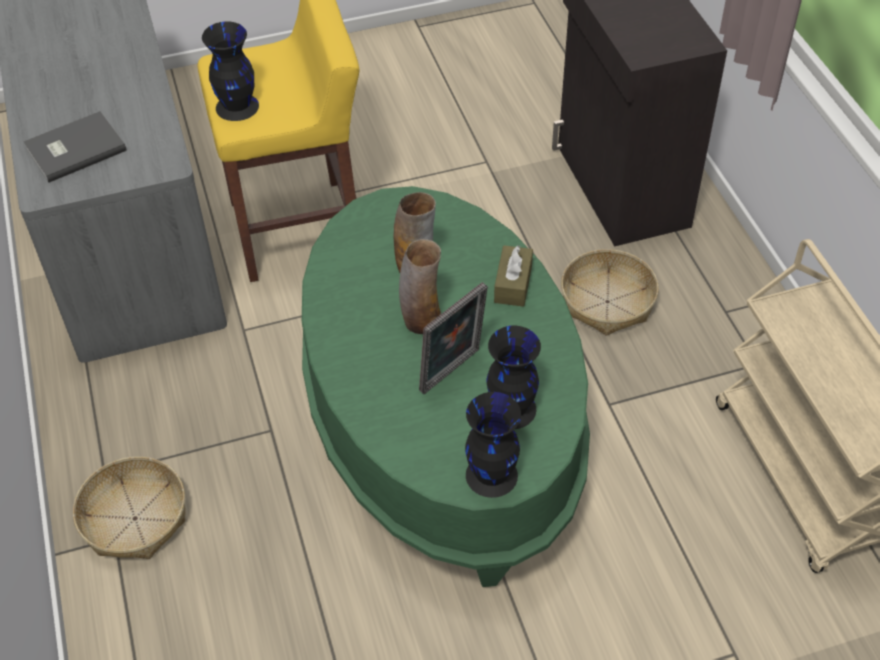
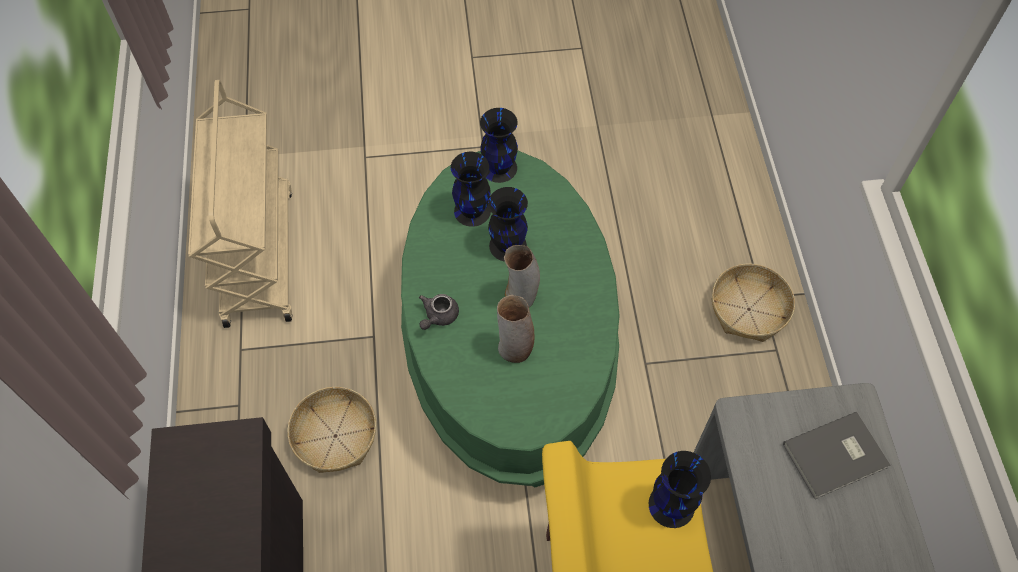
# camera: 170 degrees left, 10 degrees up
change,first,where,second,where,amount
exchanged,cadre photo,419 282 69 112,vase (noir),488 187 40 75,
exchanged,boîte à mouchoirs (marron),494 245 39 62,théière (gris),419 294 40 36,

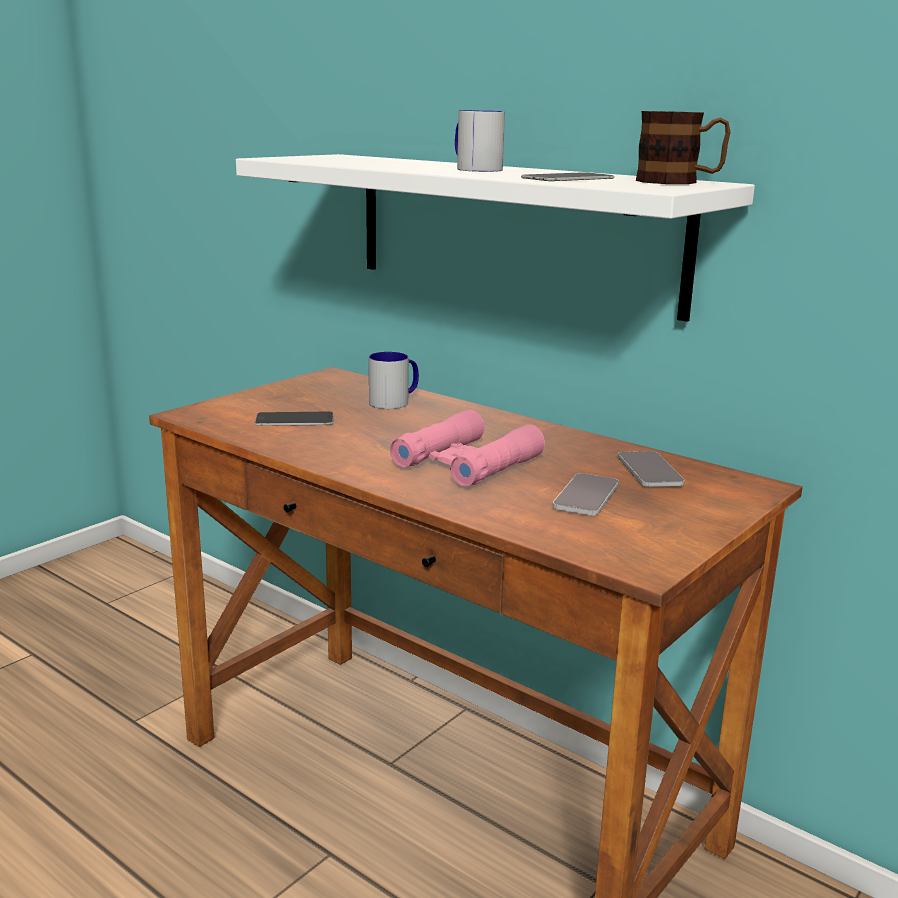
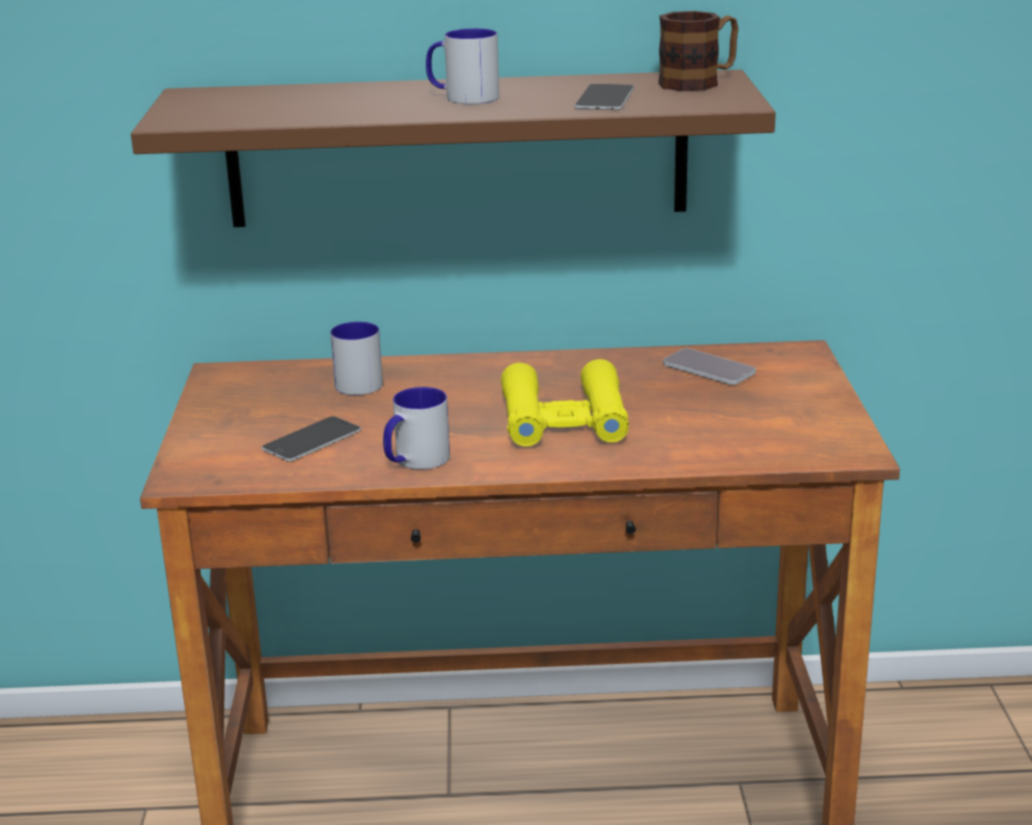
# camera: 40 degrees left, 5 degrees up
change,first,where,second,where,amount
missing,téléphone,553 473 66 42,,,
appeared,,,mug,383 387 67 82,
colour,étagère (blanc),236 154 519 168,étagère (marron),131 70 645 157,
colour,jumelles (rose),390 409 155 77,jumelles (jaune),501 359 128 88,

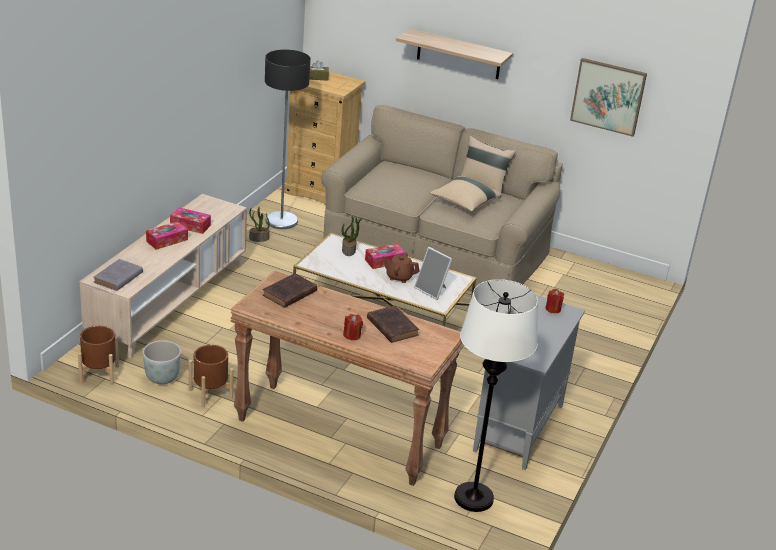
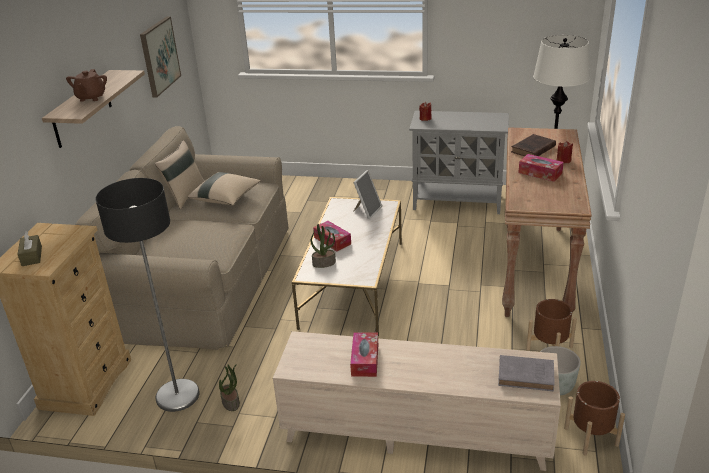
# camera: 100 degrees left, 0 degrees up
change,first,where,second,where,amount
missing,livre (marron),263 273 54 35,,,
relocated,boîte à mouchoirs,146 221 42 29,,518 154 46 28,
relocated,théière (marron),382 252 38 31,,66 69 41 33,

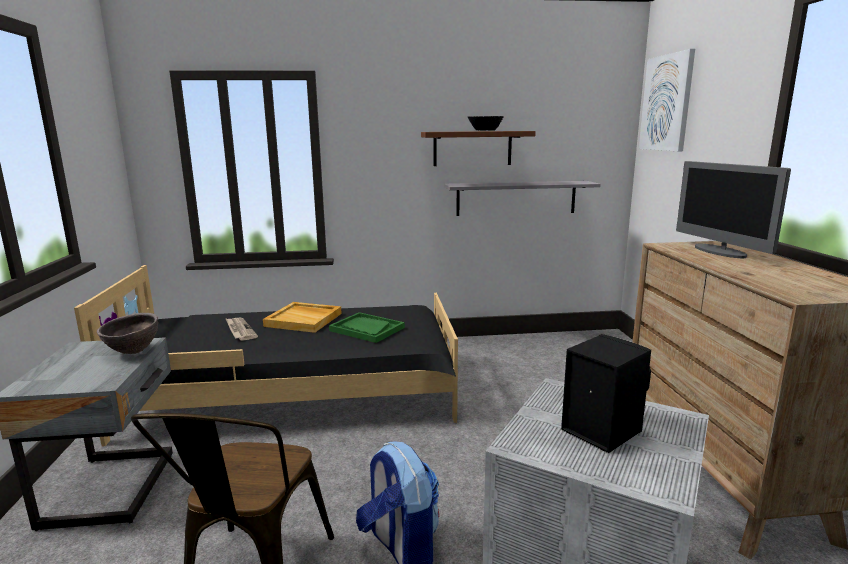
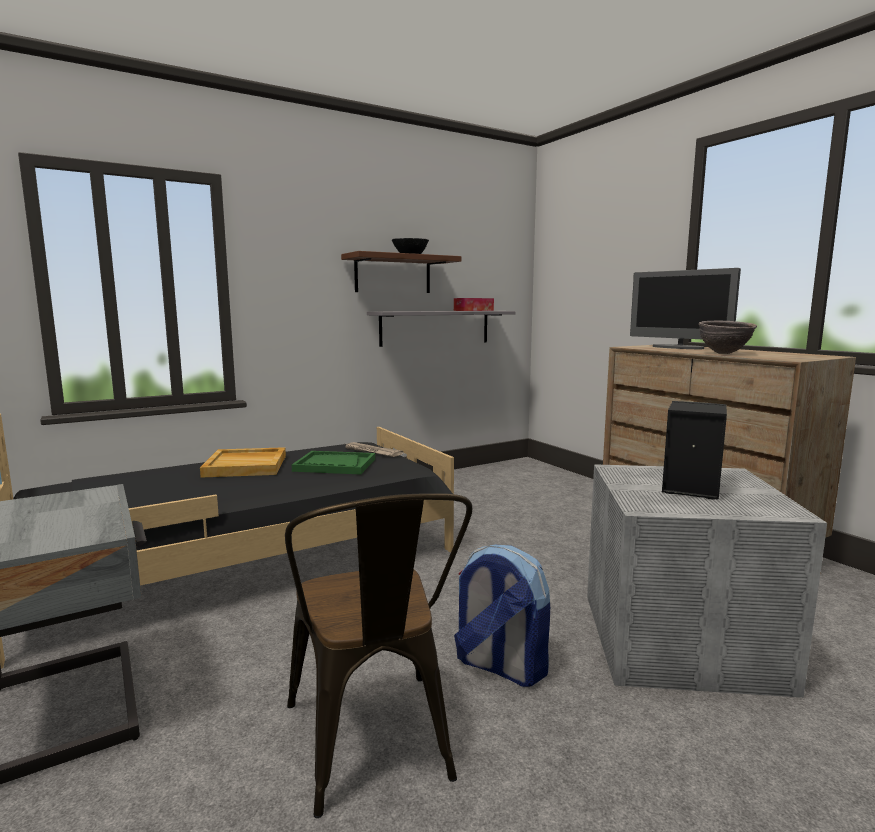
# camera: 25 degrees left, 5 degrees down
change,first,where,second,where,amount
missing,tableau,639 49 56 102,,,
appeared,,,boîte à mouchoirs,454 298 40 13,
relocated,bol (marron),97 313 61 41,,699 321 58 33,
relocated,journal,225 318 33 23,,343 442 61 15,

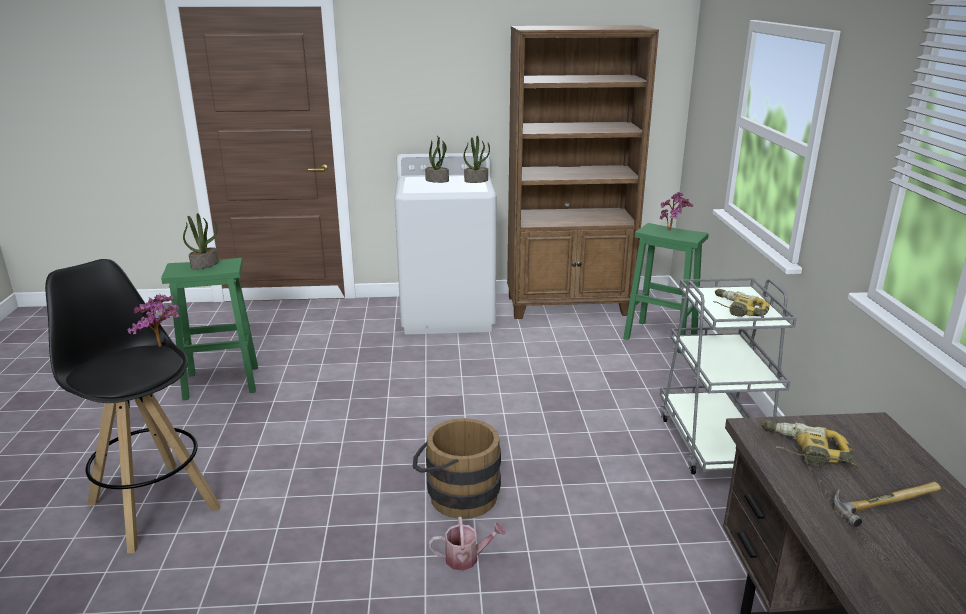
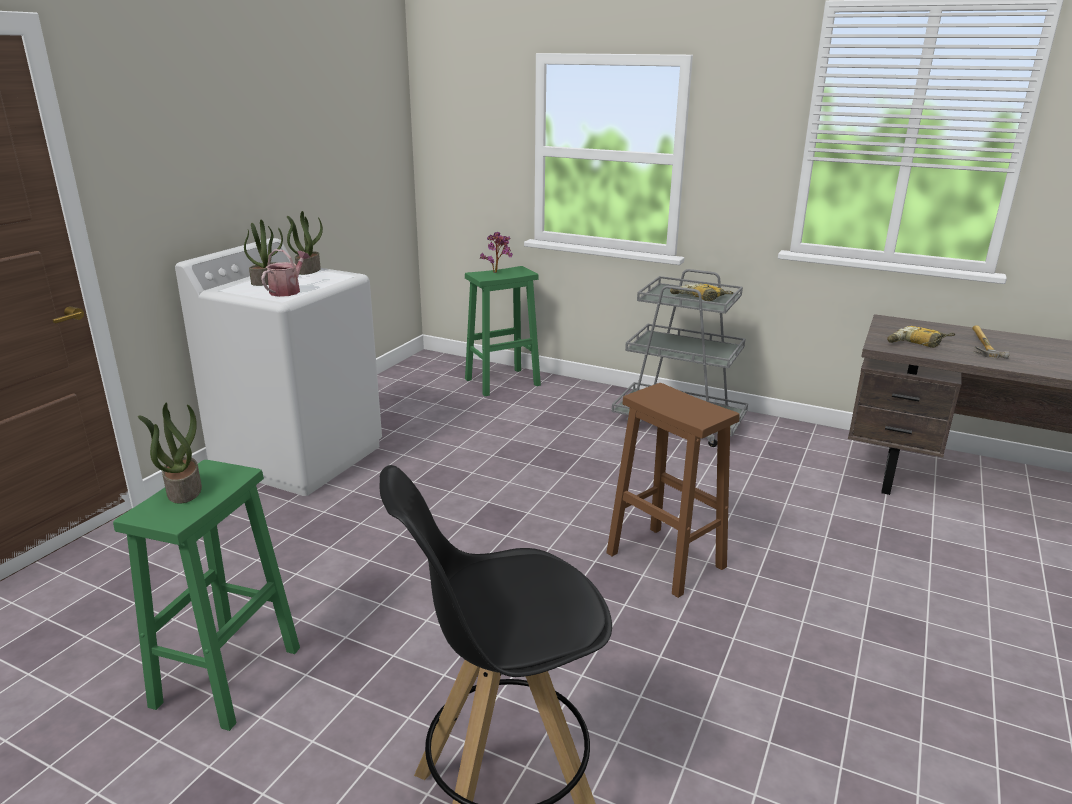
# camera: 60 degrees left, 0 degrees up
change,first,where,second,where,amount
missing,plante en pot,127 294 53 53,,,
missing,bibliothèque (marron),507 25 152 294,,,
relocated,arrosoir,429 517 77 54,,261 249 49 48,
exchanged,seau (marron),413 418 88 101,tabouret (marron),606 383 134 215,

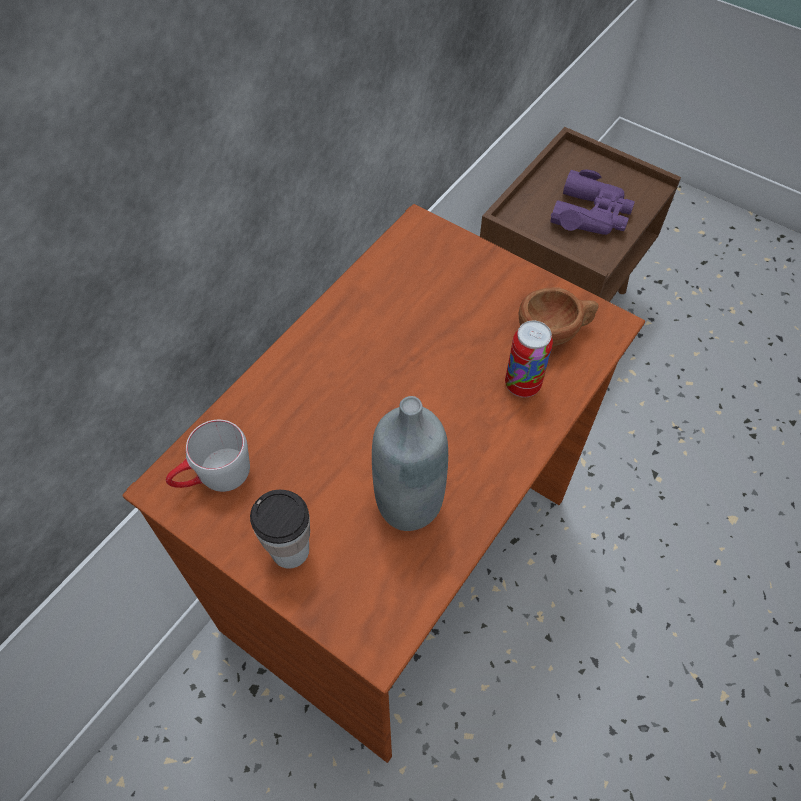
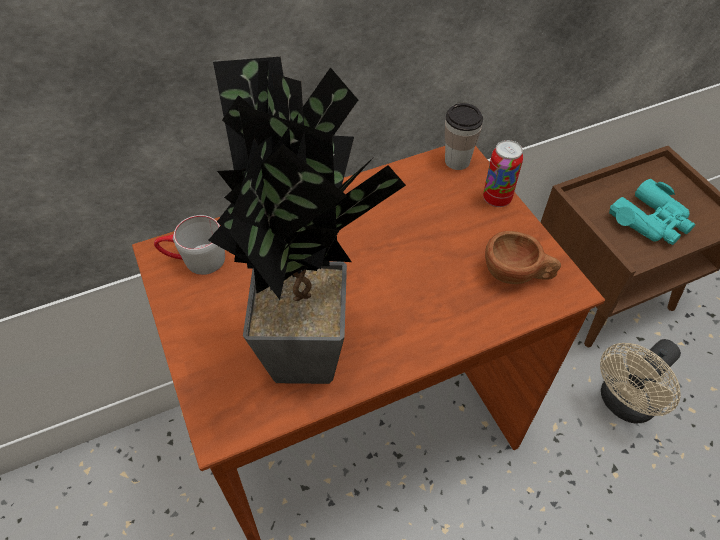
# camera: 30 degrees right, 5 degrees down
change,first,where,second,where,amount
appeared,,,ventilateur (beige),600 339 81 85,
relocated,tasse,250 490 60 79,,445 103 38 67,
relocated,boîte métallique,505 321 48 76,,483 140 40 67,
exchanged,bouteille (gris),372 396 76 135,plante en pot,208 57 198 327,
colour,jumelles (violet),550 170 85 65,jumelles (turquoise),609 178 86 67,

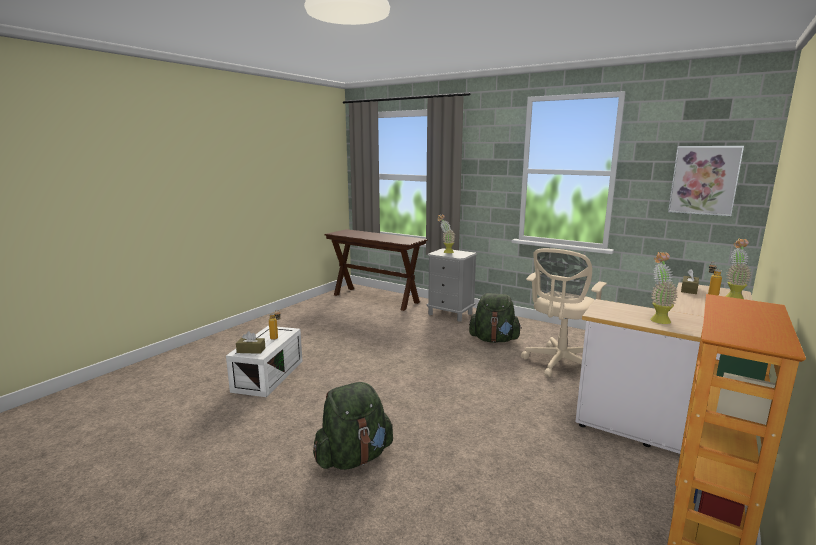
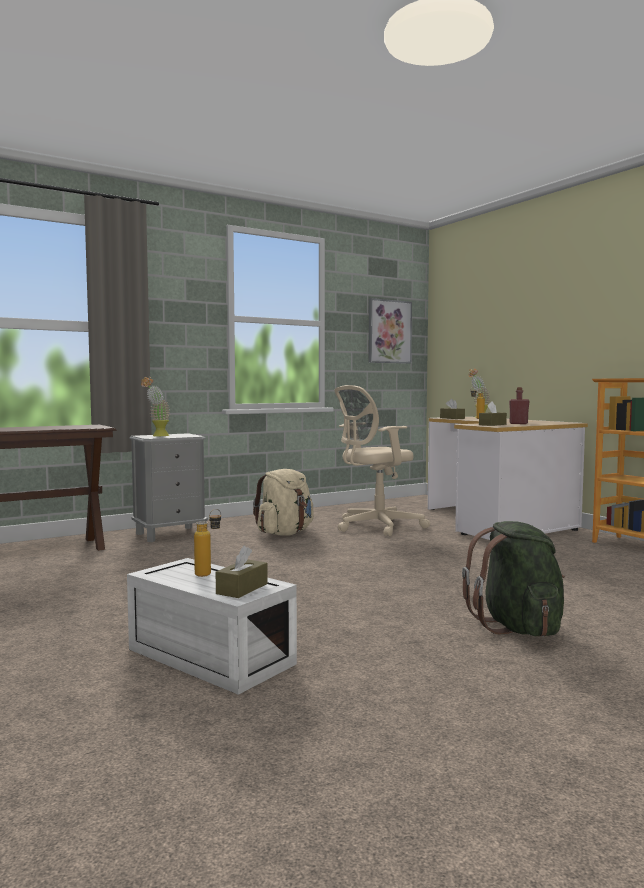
# camera: 65 degrees left, 10 degrees down
change,first,where,second,where,amount
appeared,,,boîte à mouchoirs (marron),479 401 28 25,
exchanged,plante en pot,650 252 27 72,bouteille (rouge),509 387 21 37,
colour,sac à dos (vert),469 293 53 50,sac à dos (beige),253 469 61 67,
spun,chaise de bureau (beige),521 248 86 129,,334 385 96 151,90 degrees clockwise

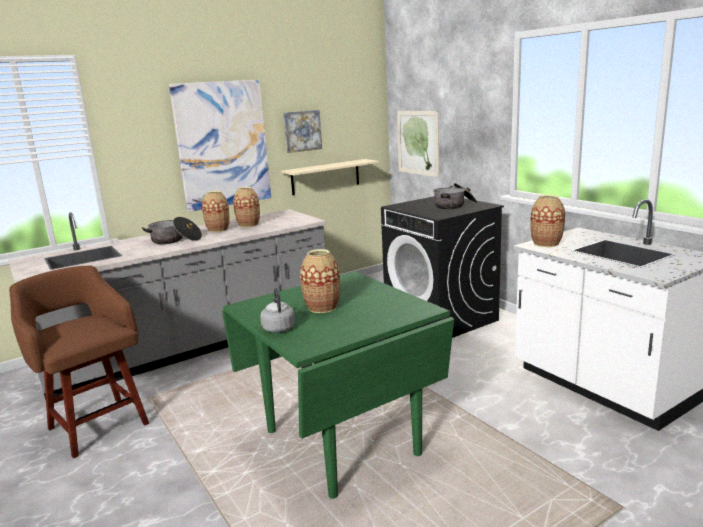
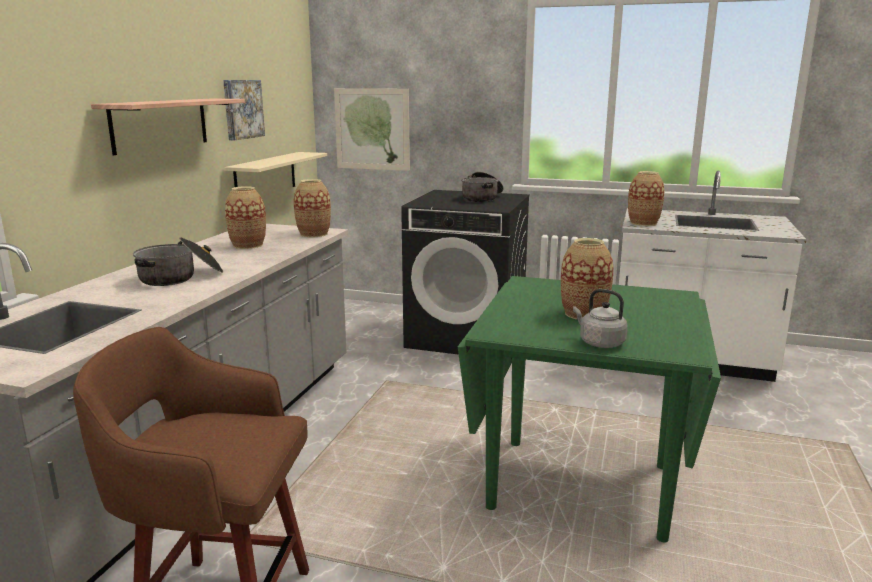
# camera: 40 degrees left, 0 degrees up
change,first,where,second,where,amount
relocated,vase,202 191 28 41,,294 179 37 58,
exchanged,tableau,169 80 102 132,étagère,91 99 154 56,

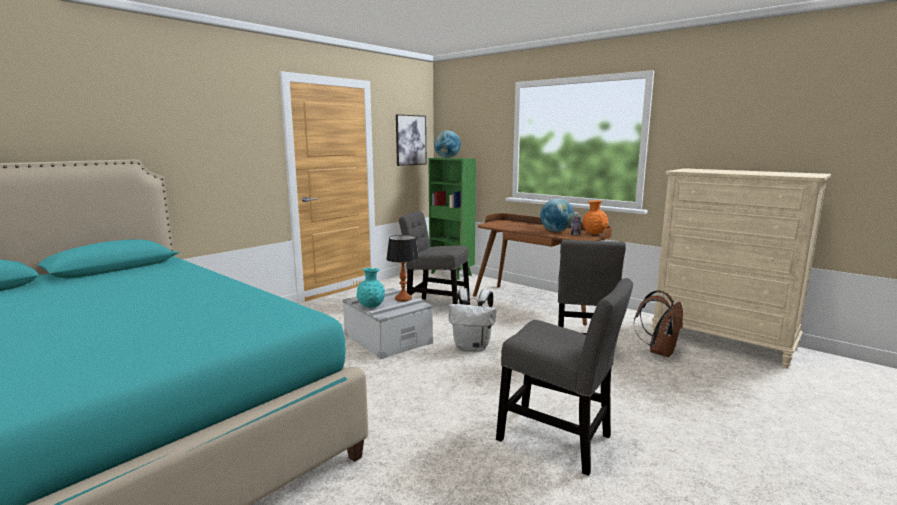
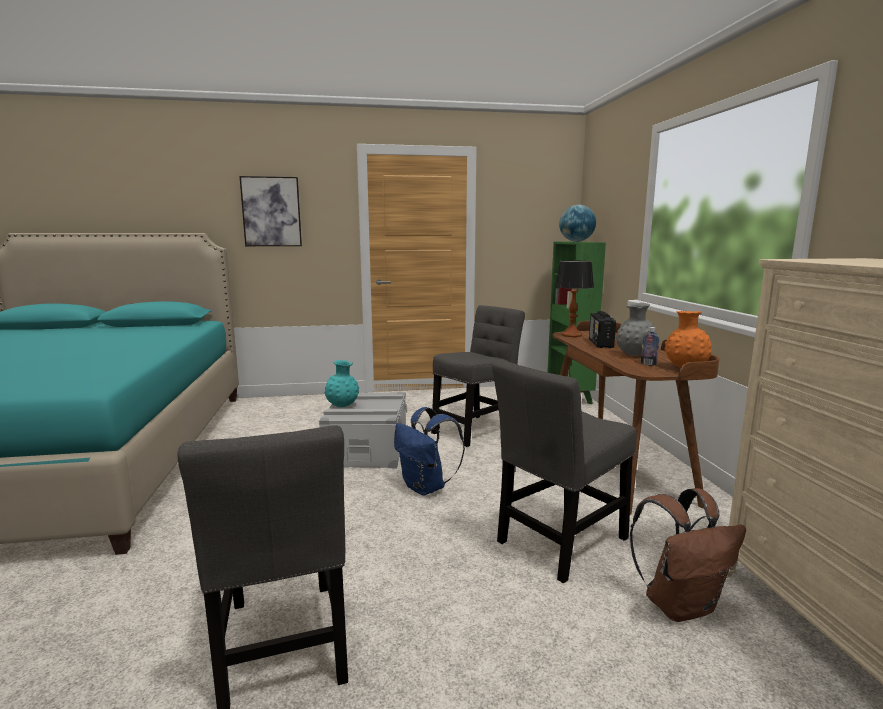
# camera: 40 degrees right, 0 degrees up
change,first,where,second,where,amount
appeared,,,radio,589 311 27 37,
relocated,lampe de table,386 235 33 66,,555 260 39 77,
relocated,tableau,396 114 30 52,,239 176 63 70,
exchanged,globe,540 199 34 33,vase (gris),616 302 41 54,
colour,sac à dos (blanc),449 288 47 63,sac à dos (bleu),394 407 71 89,
spun,chaise (gris),399 211 71 94,,431 305 94 142,75 degrees clockwise

